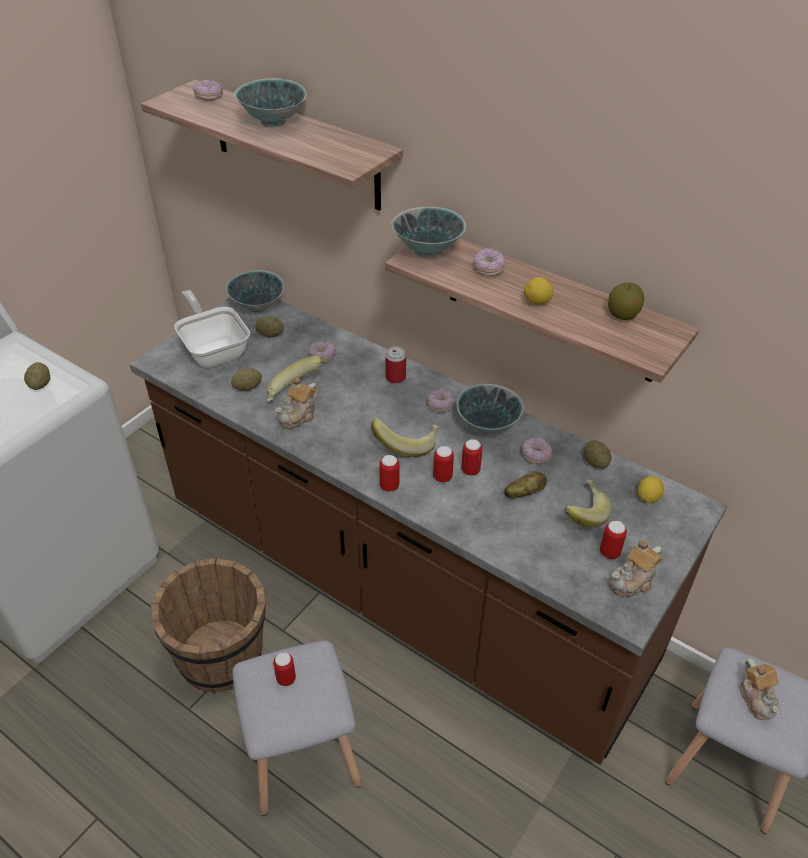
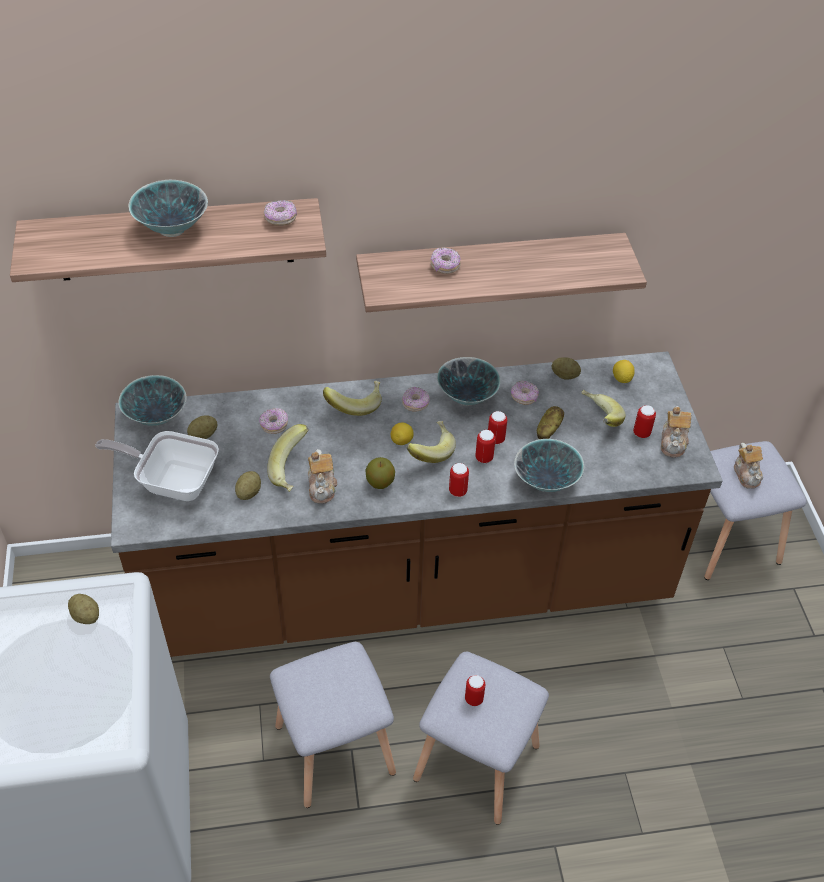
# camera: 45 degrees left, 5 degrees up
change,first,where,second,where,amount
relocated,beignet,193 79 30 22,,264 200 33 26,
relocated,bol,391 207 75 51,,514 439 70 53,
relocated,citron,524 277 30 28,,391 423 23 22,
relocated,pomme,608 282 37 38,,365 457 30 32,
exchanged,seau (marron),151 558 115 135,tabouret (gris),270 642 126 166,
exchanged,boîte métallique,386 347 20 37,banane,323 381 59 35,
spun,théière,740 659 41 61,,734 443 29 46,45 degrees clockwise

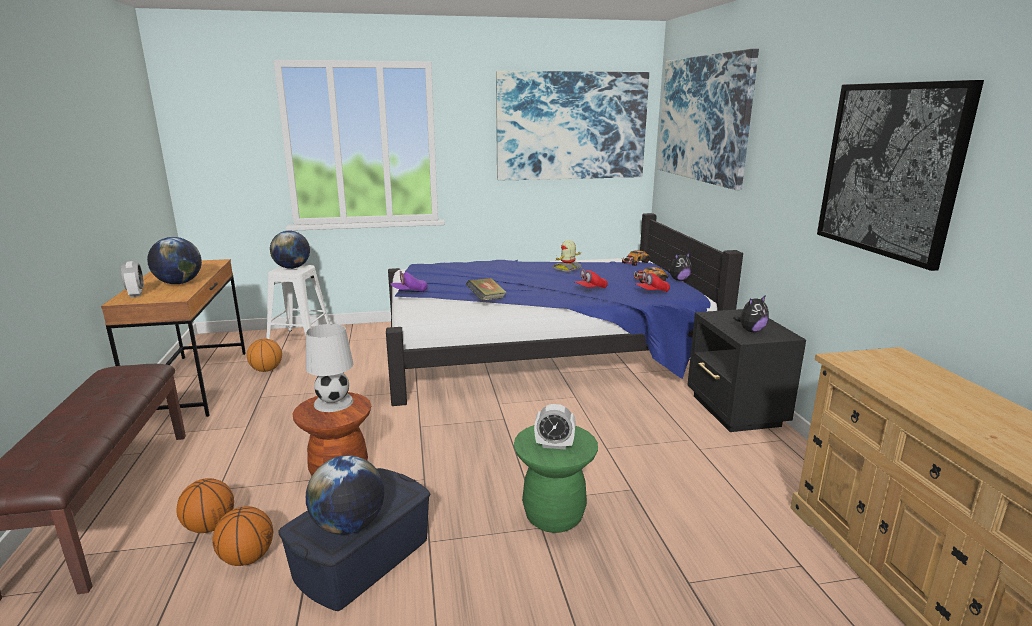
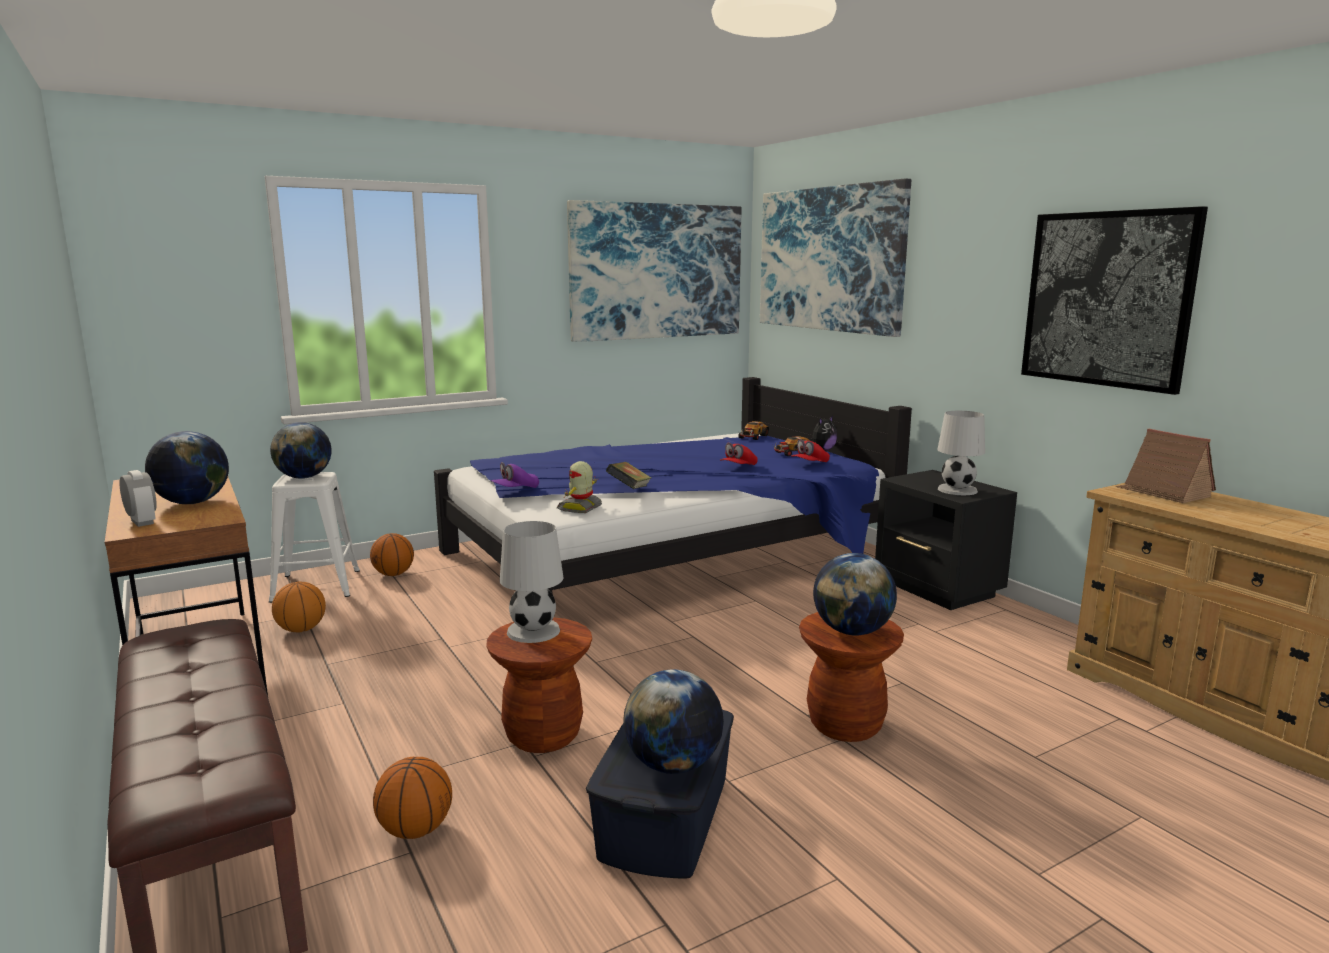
# camera: 20 degrees left, 5 degrees down
change,first,where,second,where,amount
appeared,,,maison miniature,1116 429 100 74,
relocated,ballon de basket,212 506 61 60,,370 533 44 43,
relocated,robot jouet,553 240 29 32,,557 461 45 52,
exchanged,réveil,534 404 42 46,globe,813 553 84 83,
exchanged,peluche,733 295 36 37,lampe de table (blanc),937 411 48 84,
colour,tabouret (vert),514 425 84 108,tabouret (marron),799 612 105 130,

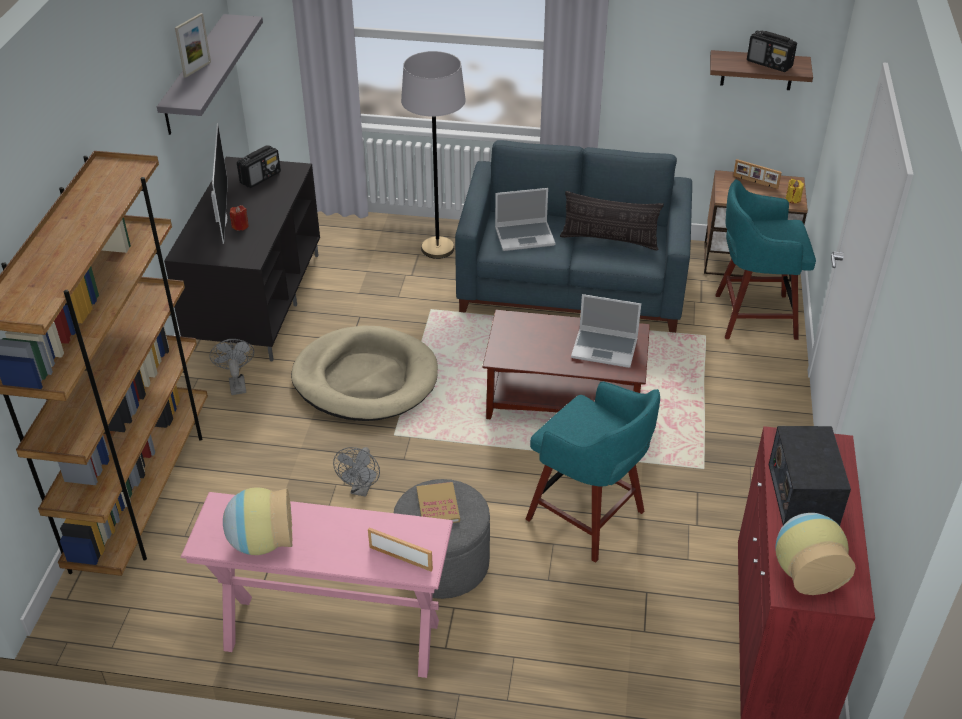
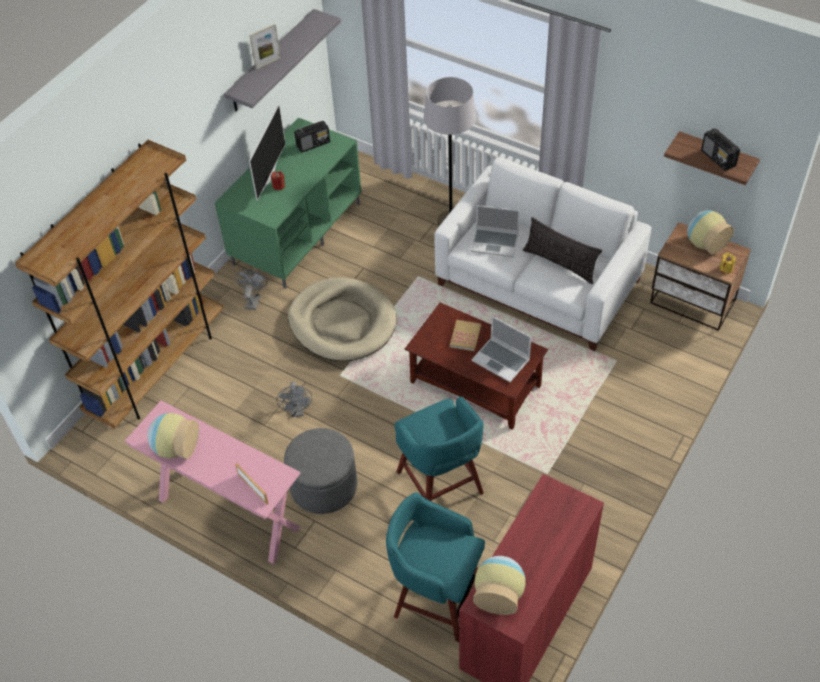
# camera: 25 degrees right, 10 degrees up
change,first,where,second,where,amount
missing,radio,769 426 82 100,,,
relocated,livre,416 482 44 41,,450 320 31 31,
relocated,tabouret (turquoise),715 179 101 161,,386 492 99 150,
exchanged,cadre photo,733 159 49 30,vase,687 210 47 45,
colour,meuble télé (noir),164 157 156 204,meuble télé (vert),215 118 147 171,
colour,canapé (bleu),455 140 237 193,canapé (blanc),434 157 218 194,
spun,ventilateur (gris),333 447 47 50,,276 382 36 35,45 degrees counterclockwise

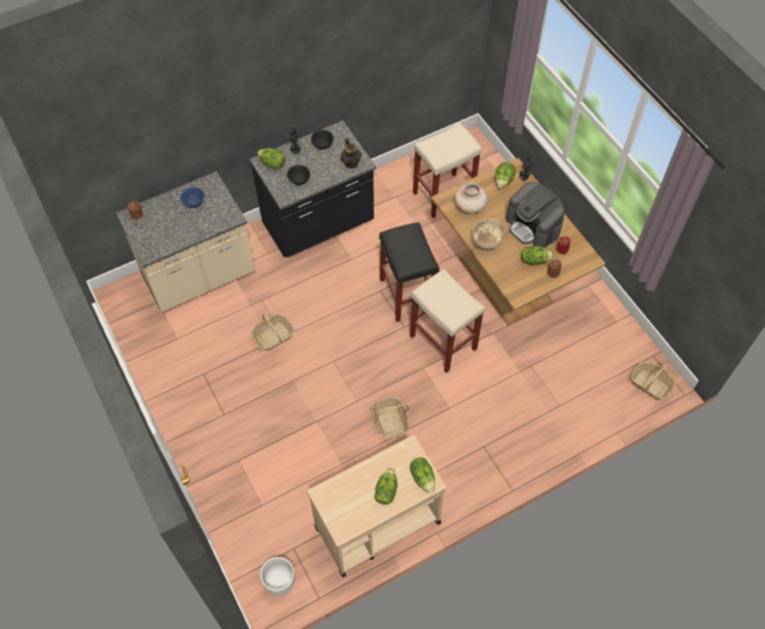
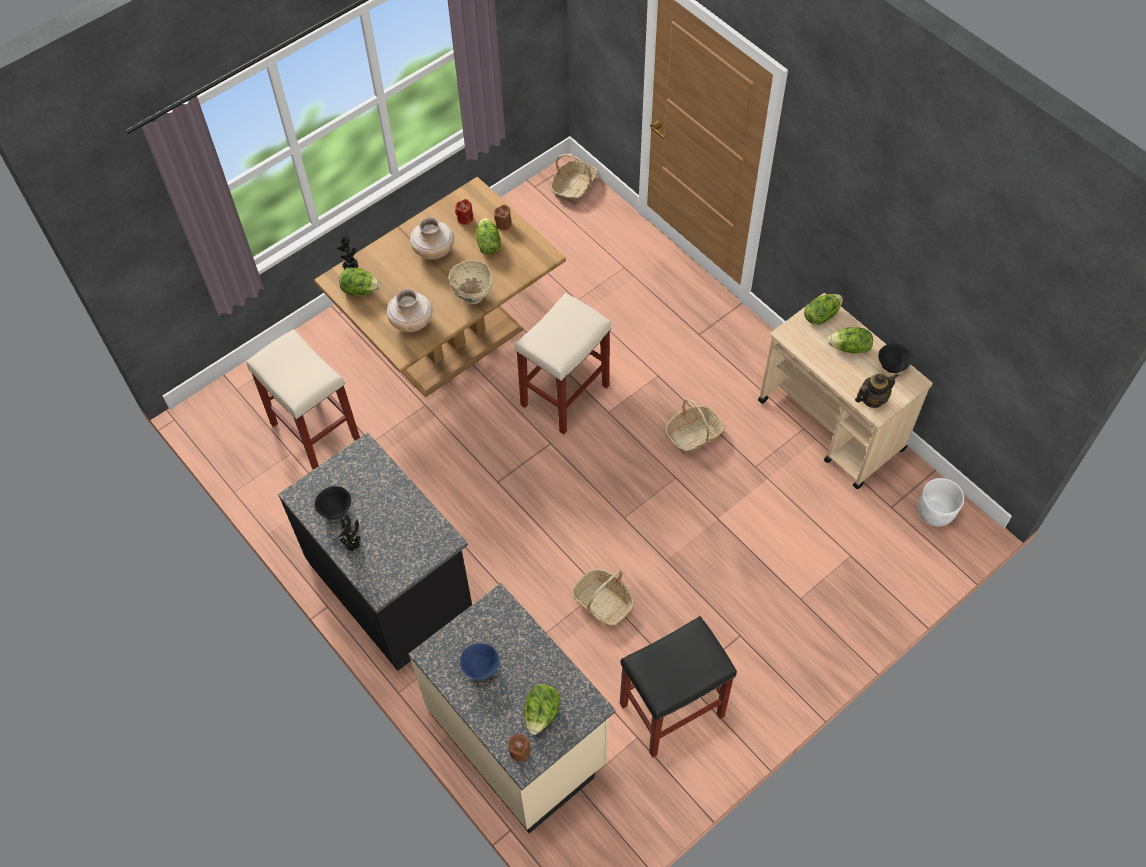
# camera: 100 degrees left, 0 degrees up
change,first,where,second,where,amount
relocated,laitue,257 148 28 22,,524 684 37 51,
relocated,bol (noir),287 165 23 20,,878 343 34 30,
relocated,théière,340 138 22 30,,855 373 44 35,
relocated,tabouret (noir),379 222 60 100,,620 616 117 142,
exchanged,machine à café,505 182 60 66,vase (beige),410 217 44 43,

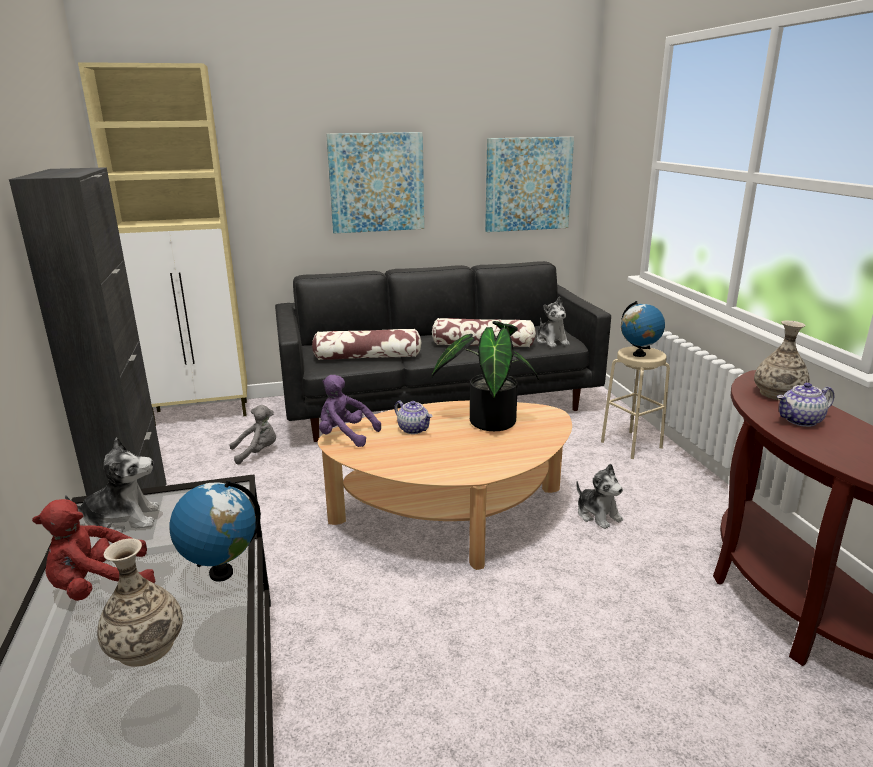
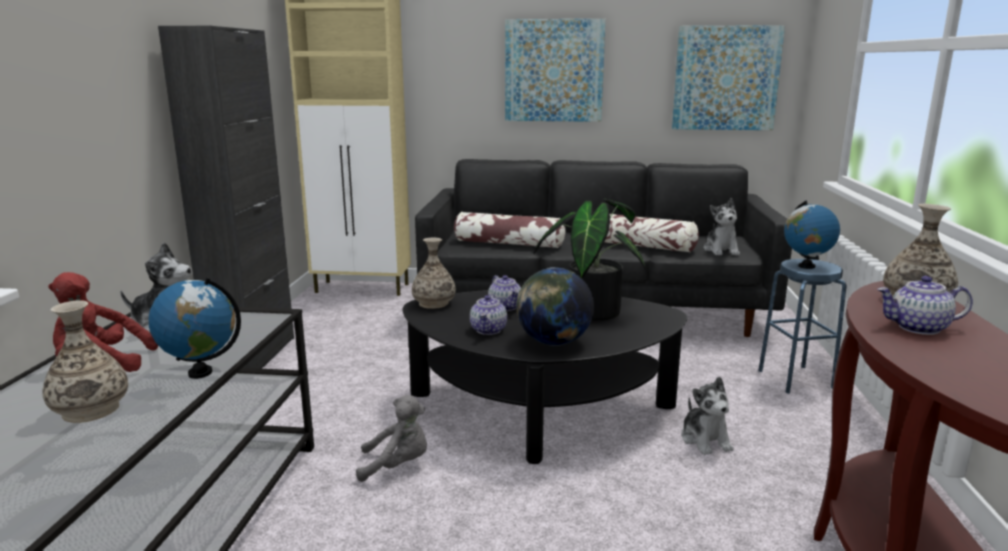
# camera: 20 degrees right, 5 degrees down
change,first,where,second,where,amount
appeared,,,théière,470 294 37 41,
appeared,,,globe,517 267 77 79,
relocated,peluche (gris),229 405 47 60,,356 395 71 87,
exchanged,peluche (violet),319 375 62 72,vase,412 238 44 71,
colour,table basse (beige),318 401 254 169,table basse (noir),403 290 284 174,
colour,tabouret (beige),601 346 69 113,tabouret (bleu),758 259 88 135,

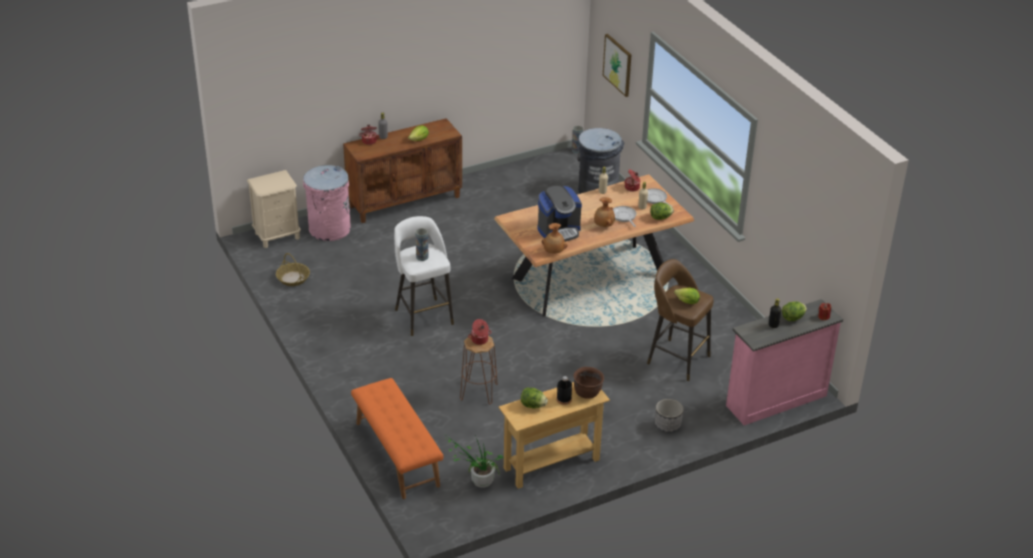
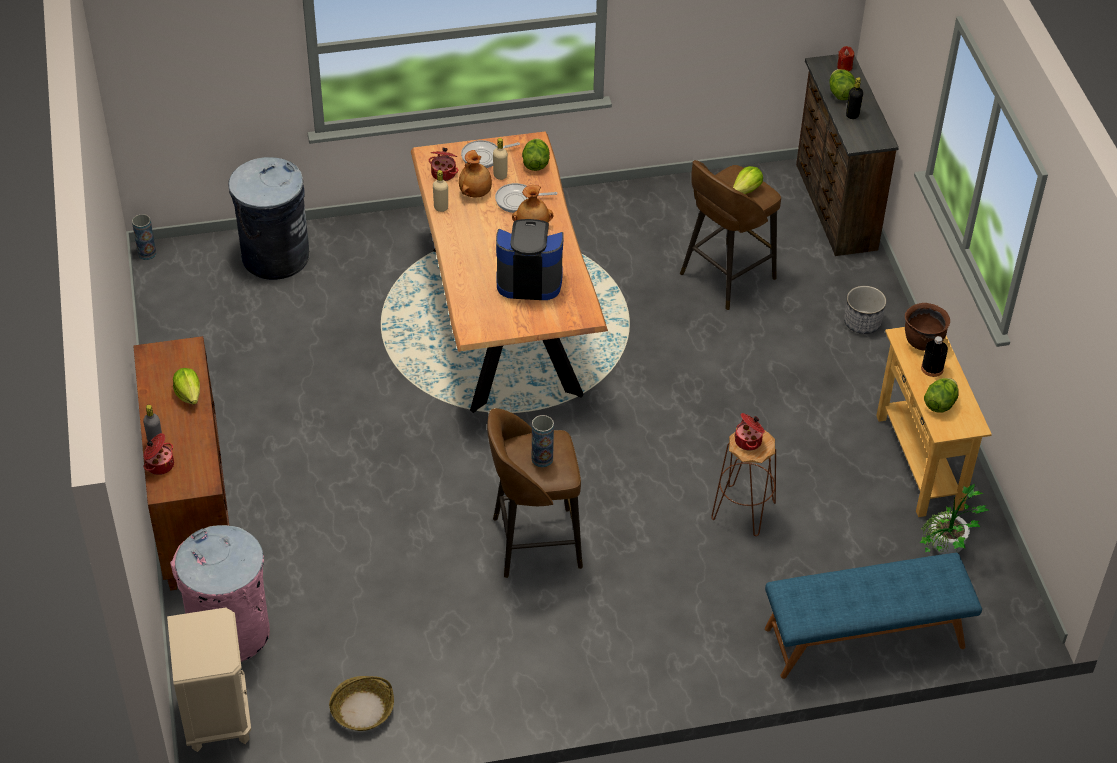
# camera: 75 degrees left, 10 degrees up
change,first,where,second,where,amount
missing,tableau,603 34 28 63,,,
relocated,vase (marron),542 223 25 31,,459 150 33 47,
colour,banc (orange),351 378 92 121,banc (bleu),765 553 217 126,
colour,tabouret (blanc),394 216 60 120,tabouret (marron),487 408 96 170,
colour,commode (rose),726 299 117 126,commode (marron),796 54 103 202,
spun,machine à café,538 185 44 57,,496 219 68 81,75 degrees counterclockwise

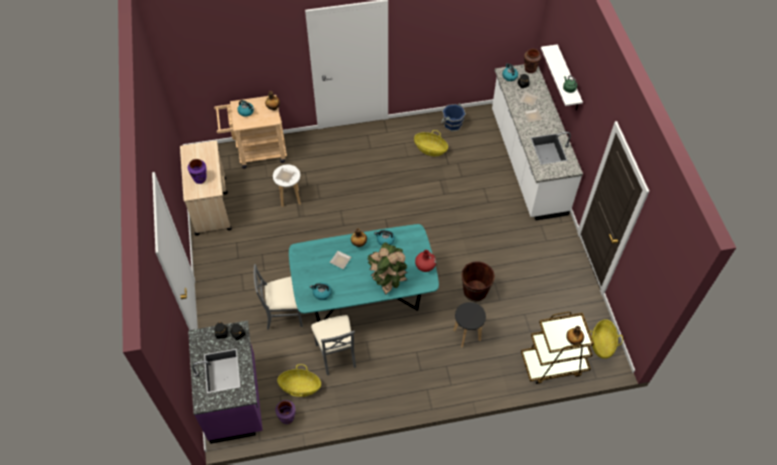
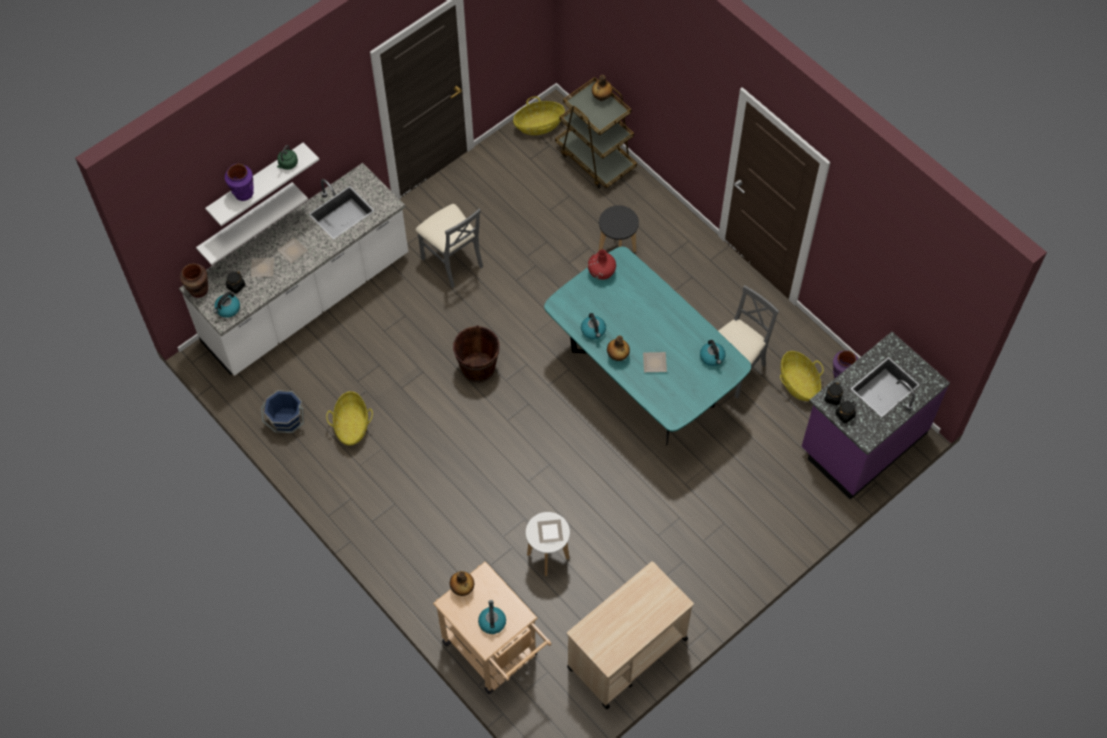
# camera: 120 degrees left, 5 degrees up
change,first,where,second,where,amount
missing,plante en pot,368 242 39 53,,,
appeared,,,étagère (blanc),196 182 112 83,
relocated,vase (violet),188 159 19 25,,225 164 29 37,
relocated,chaise (gris),254 264 49 66,,416 204 67 84,
relocated,seau (marron),461 261 34 41,,453 325 47 57,

